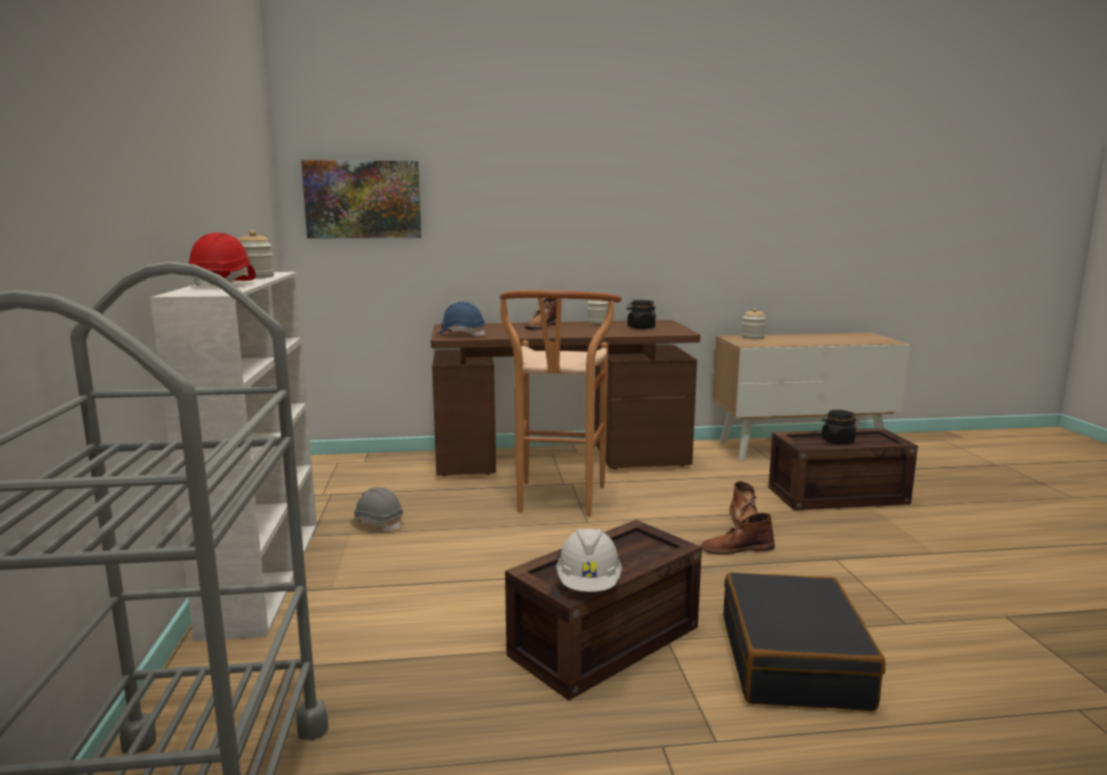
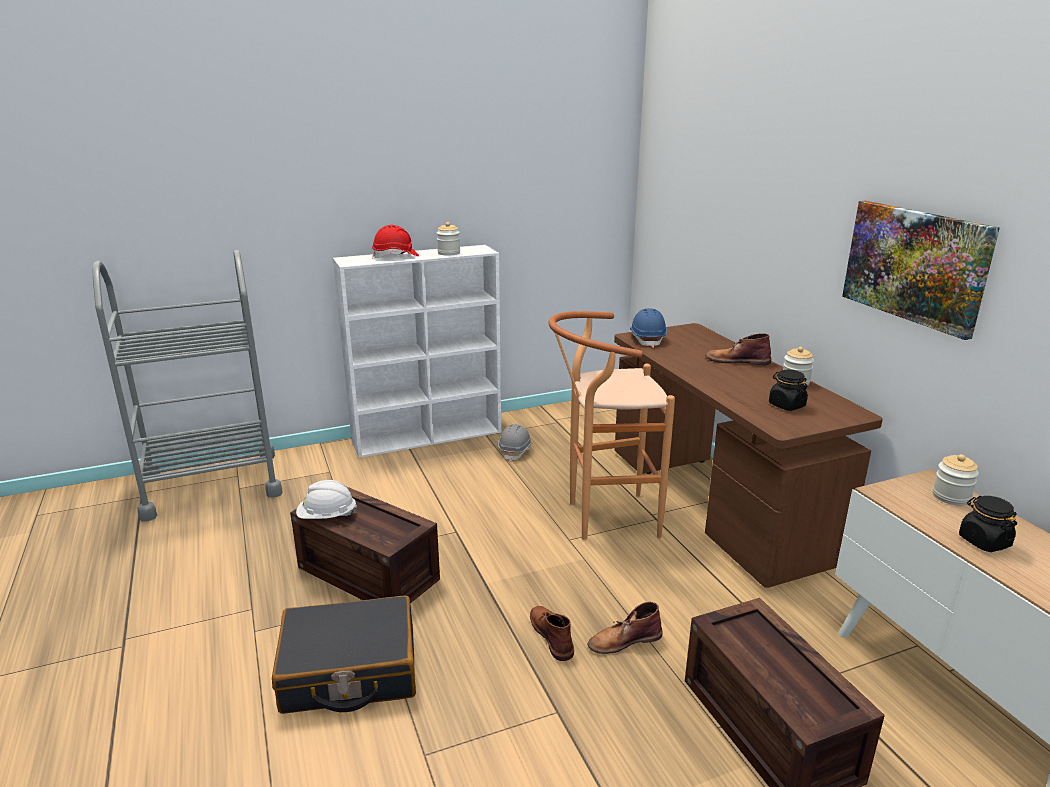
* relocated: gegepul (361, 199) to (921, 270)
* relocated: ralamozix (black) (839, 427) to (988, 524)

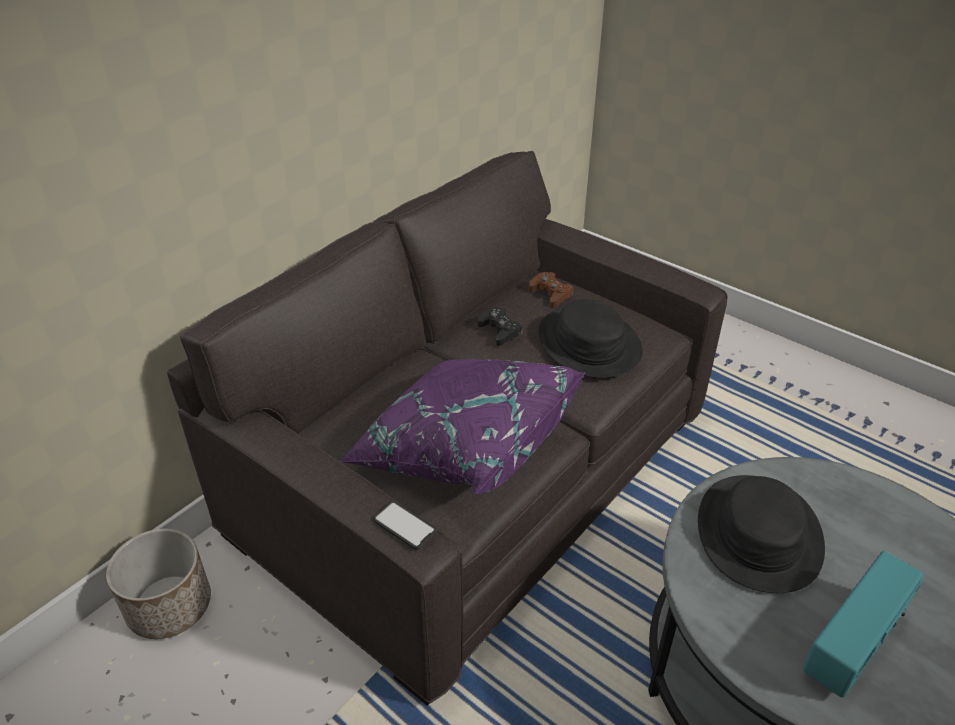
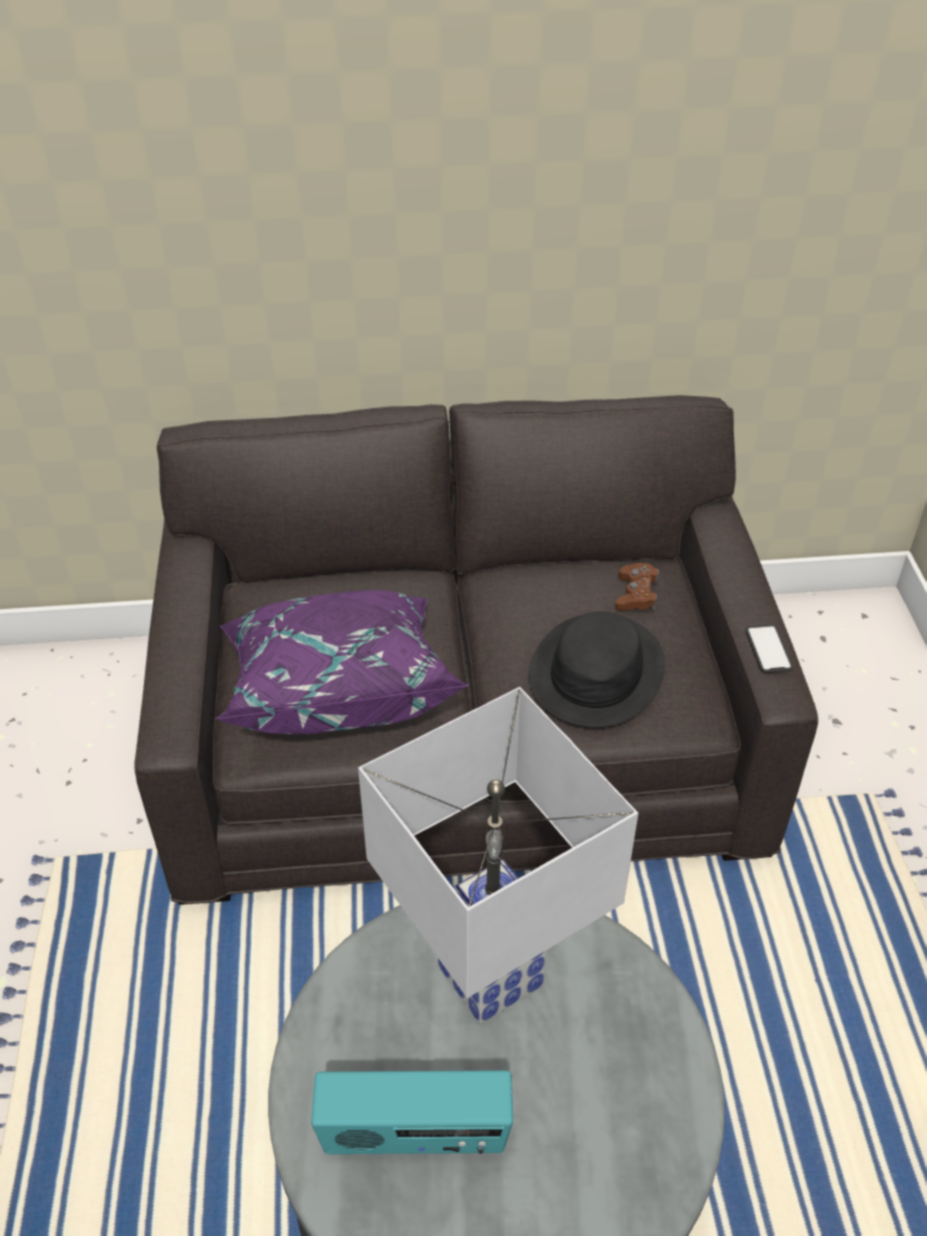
* missing: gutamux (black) (500, 326)
* exchanged: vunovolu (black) (761, 534) to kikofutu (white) (498, 855)
* relocated: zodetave (405, 525) to (769, 648)
* missing: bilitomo (158, 584)

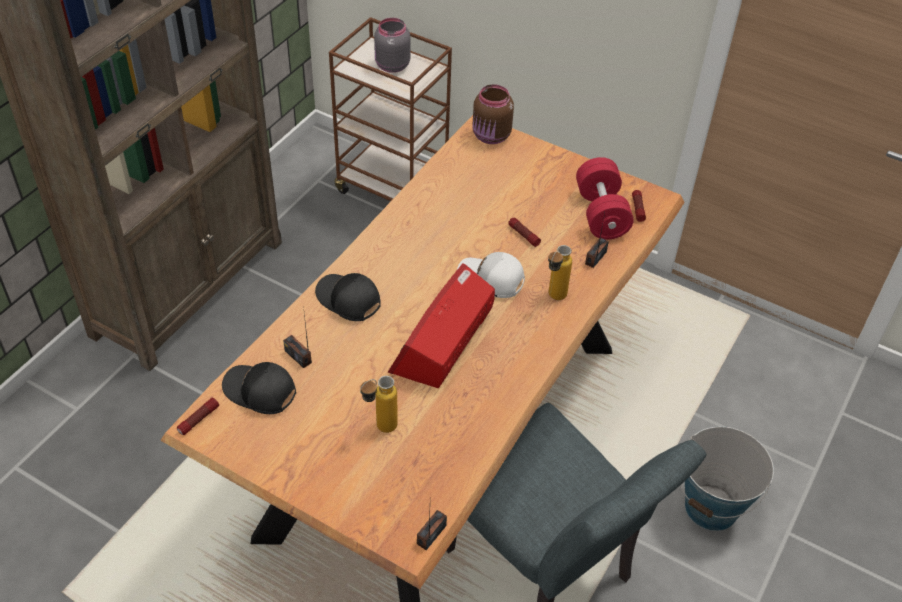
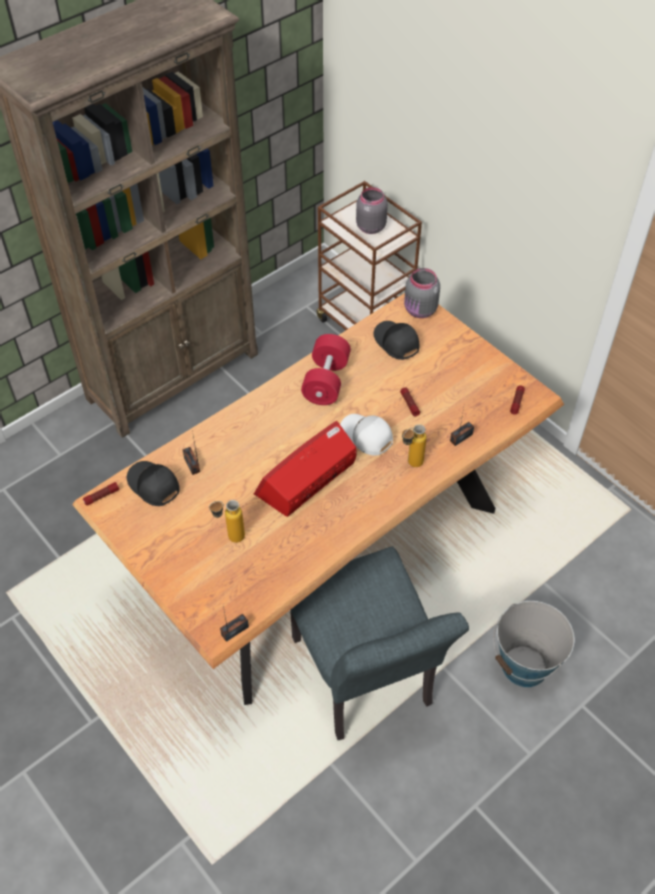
* colour: ralamozix (brown) (493, 114) to ralamozix (grey) (422, 293)
* relocated: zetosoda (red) (605, 198) to (326, 369)
* relocated: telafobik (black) (348, 297) to (396, 340)

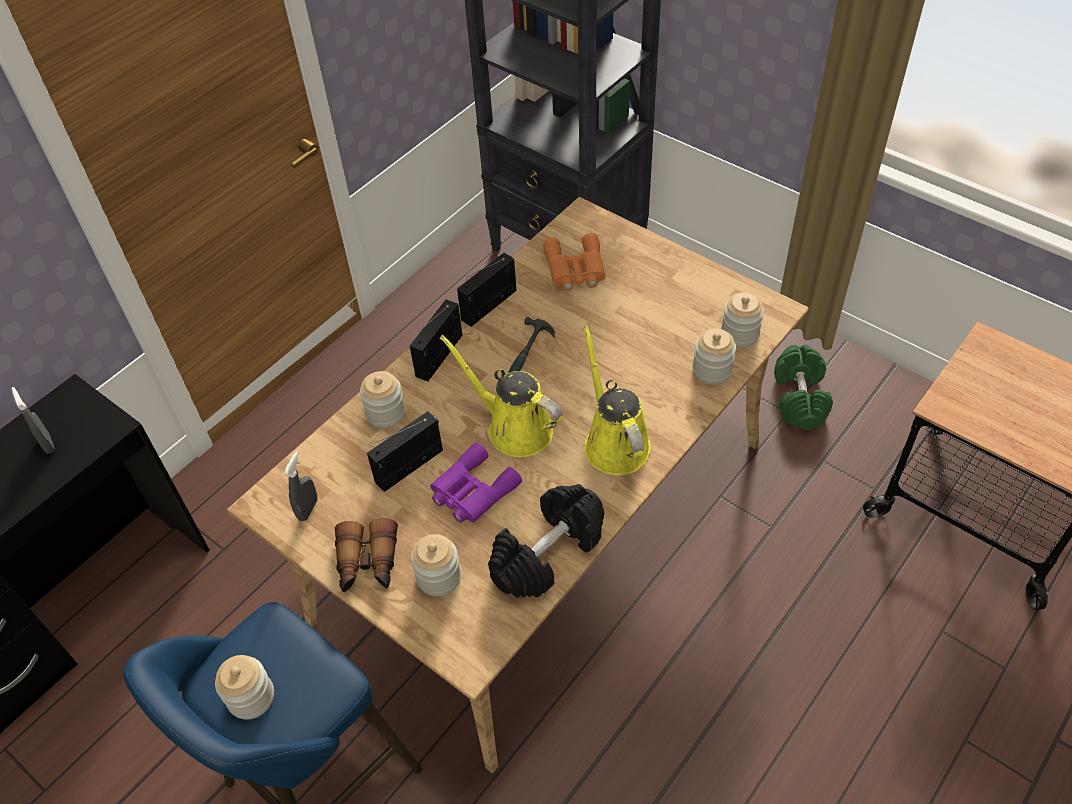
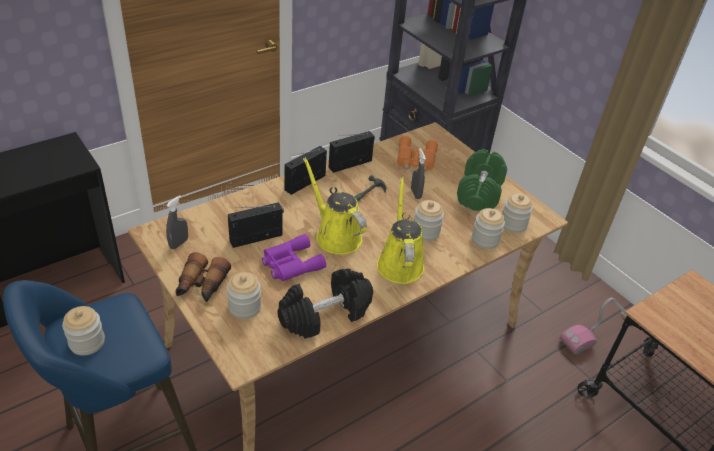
* relocated: zetosoda (green) (803, 387) to (482, 180)
* relocated: ralamozix (383, 399) to (429, 220)
* relocated: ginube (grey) (33, 420) to (418, 173)
* appeared: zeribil (593, 326)

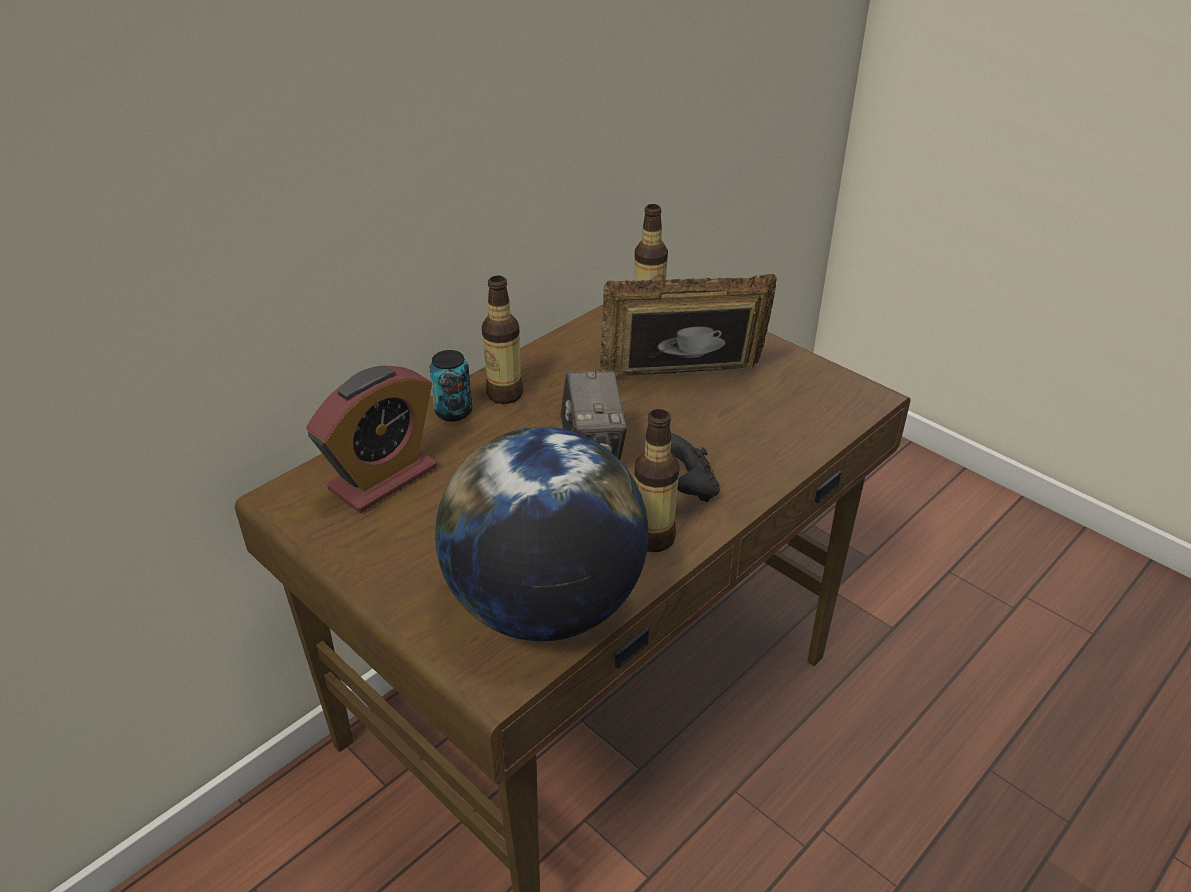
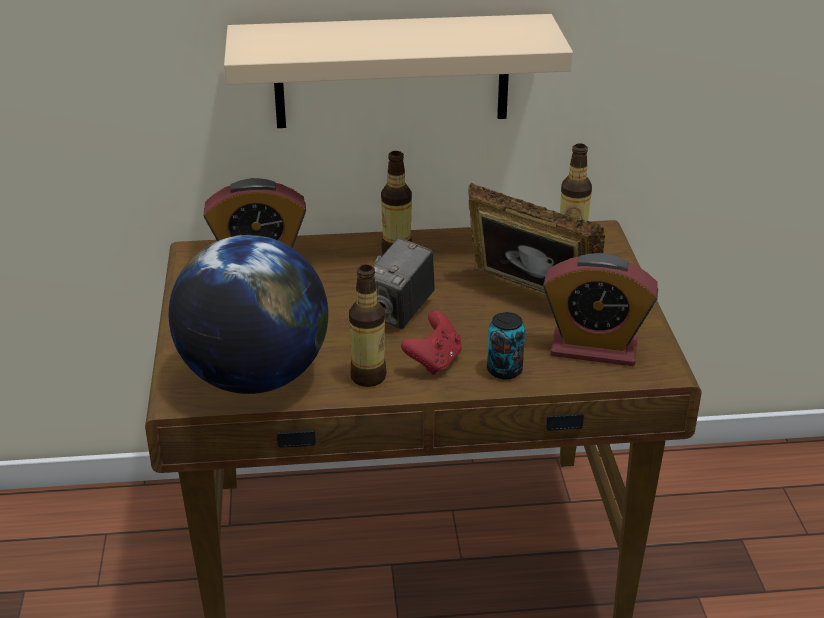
* relocated: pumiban (450, 385) to (506, 345)
* colour: gutamux (black) (695, 467) to gutamux (red) (431, 343)
* appeared: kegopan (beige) (398, 71)
* appeared: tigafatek (600, 309)

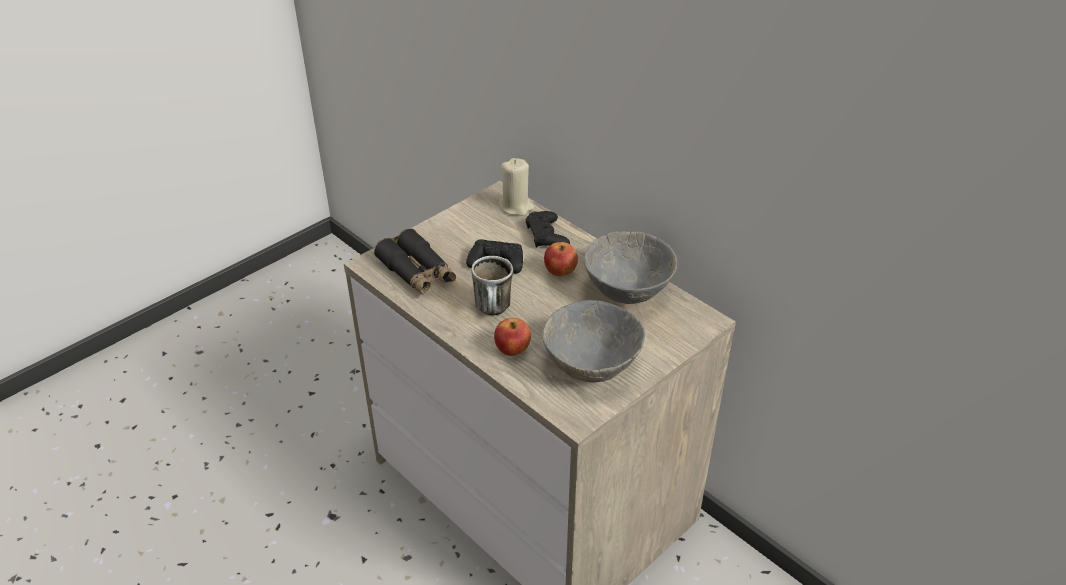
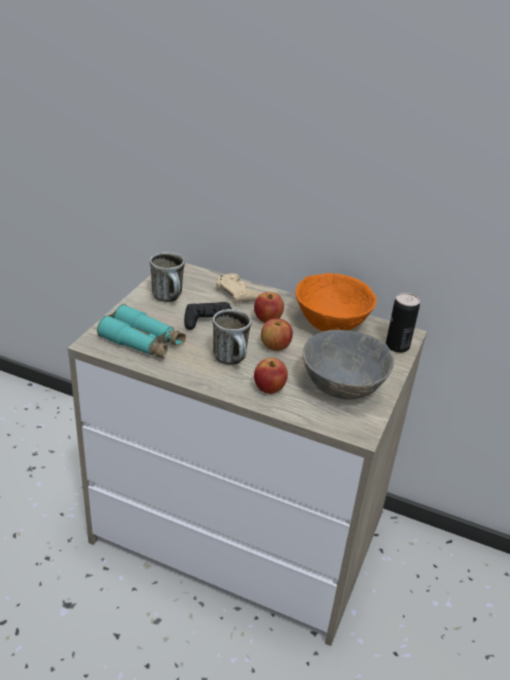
* missing: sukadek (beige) (516, 187)
* colour: gutamux (black) (548, 229) to gutamux (beige) (239, 288)
* colour: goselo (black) (415, 261) to goselo (turquoise) (141, 331)
* colour: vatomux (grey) (630, 267) to vatomux (orange) (336, 302)
* appeared: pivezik (167, 277)
* appeared: pumiban (403, 323)
* appeared: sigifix (277, 334)

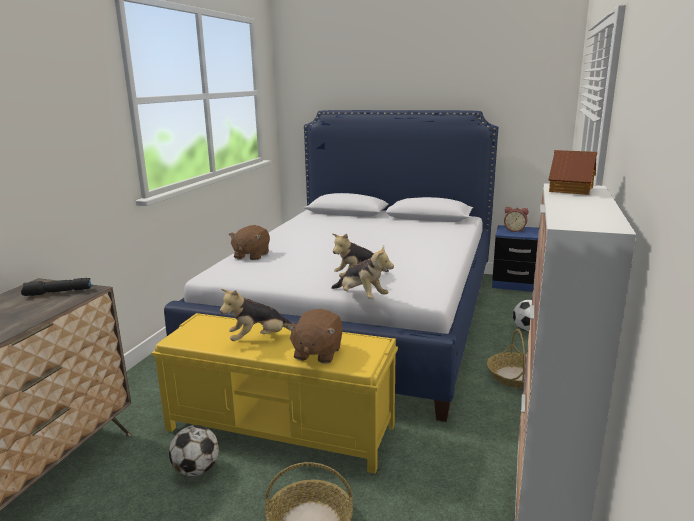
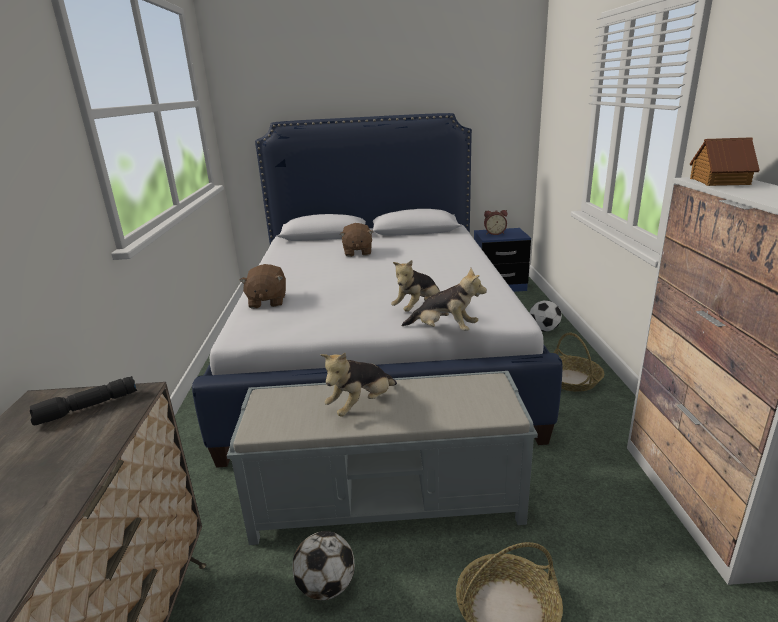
* relocated: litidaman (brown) (315, 336) to (356, 240)
* colour: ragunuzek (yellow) (275, 393) to ragunuzek (grey) (382, 458)

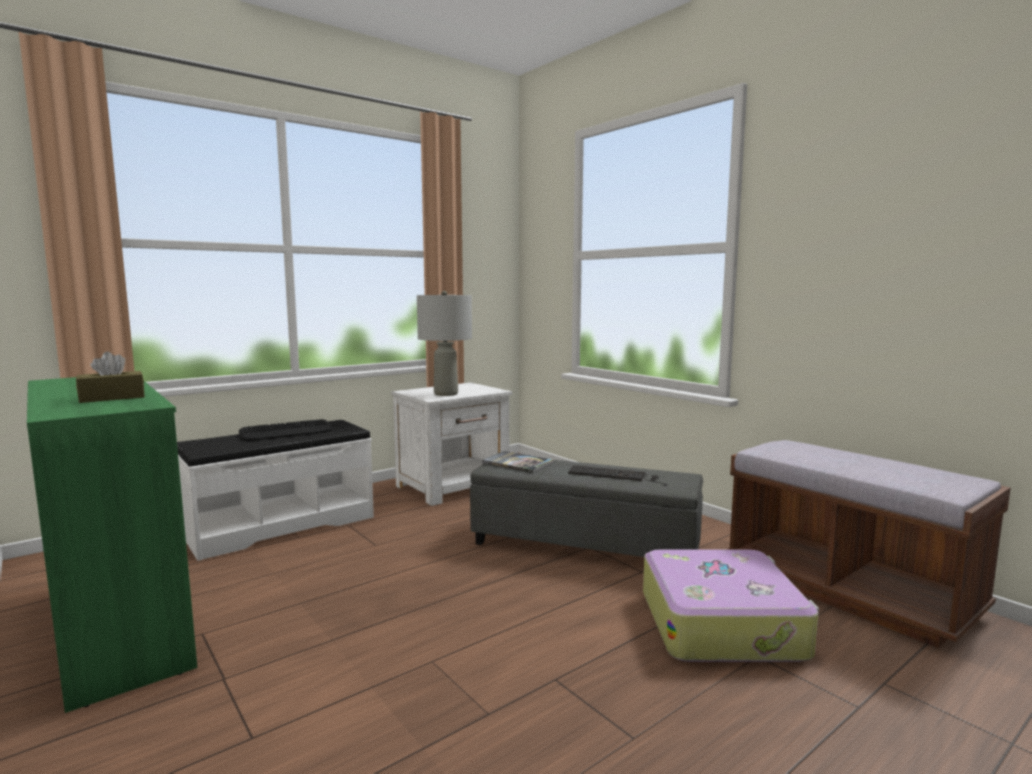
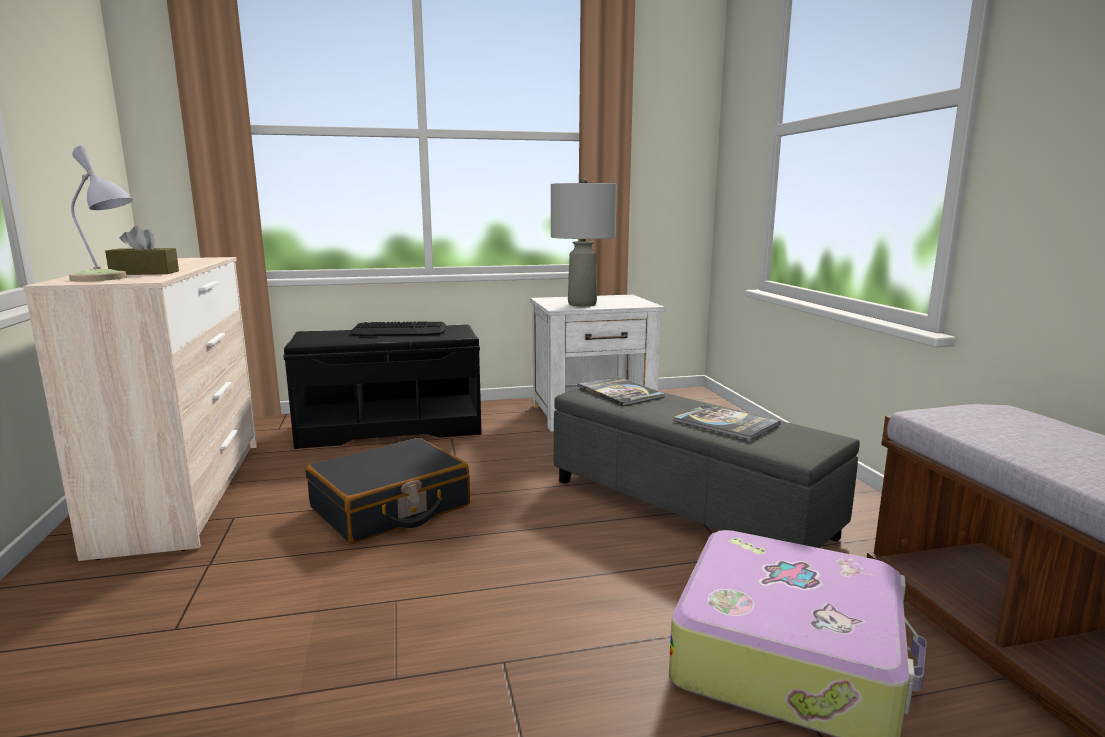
* colour: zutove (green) (112, 545) to zutove (beige) (140, 409)
* colour: ragunuzek (white) (275, 490) to ragunuzek (black) (383, 386)
* exchanged: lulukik (617, 475) to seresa (727, 422)
* appeared: kikofutu (101, 213)
* appeared: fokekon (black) (388, 491)

